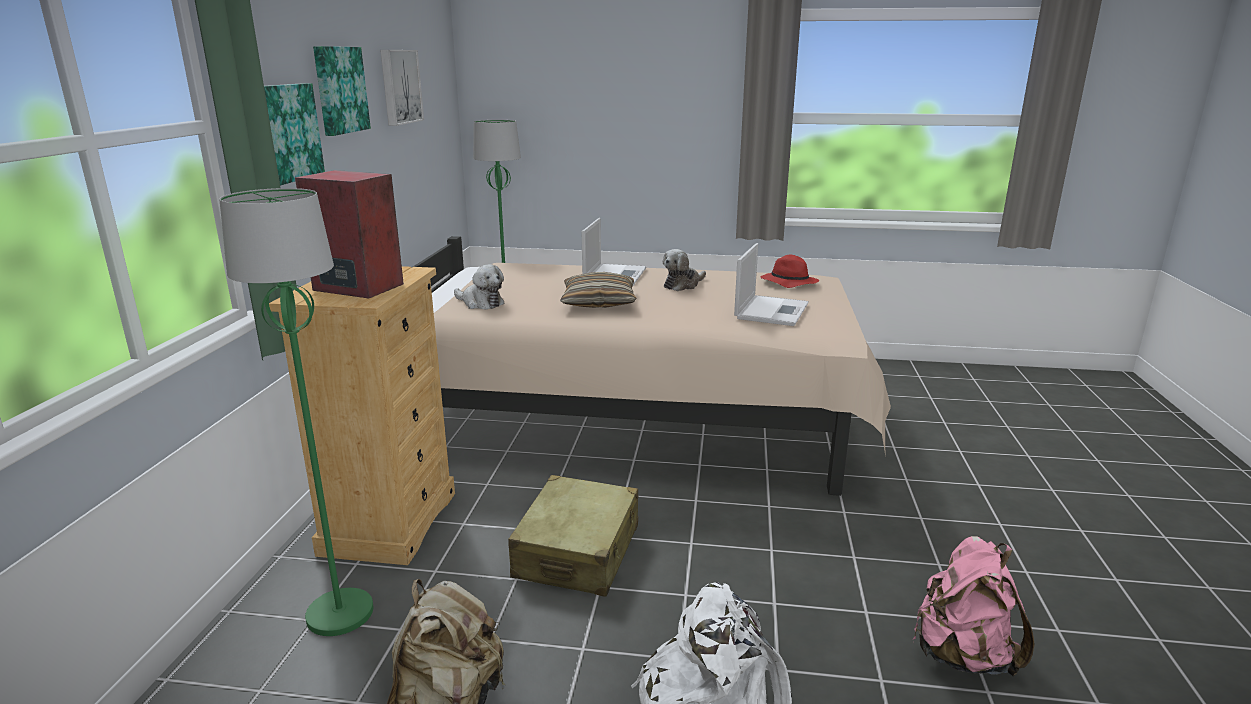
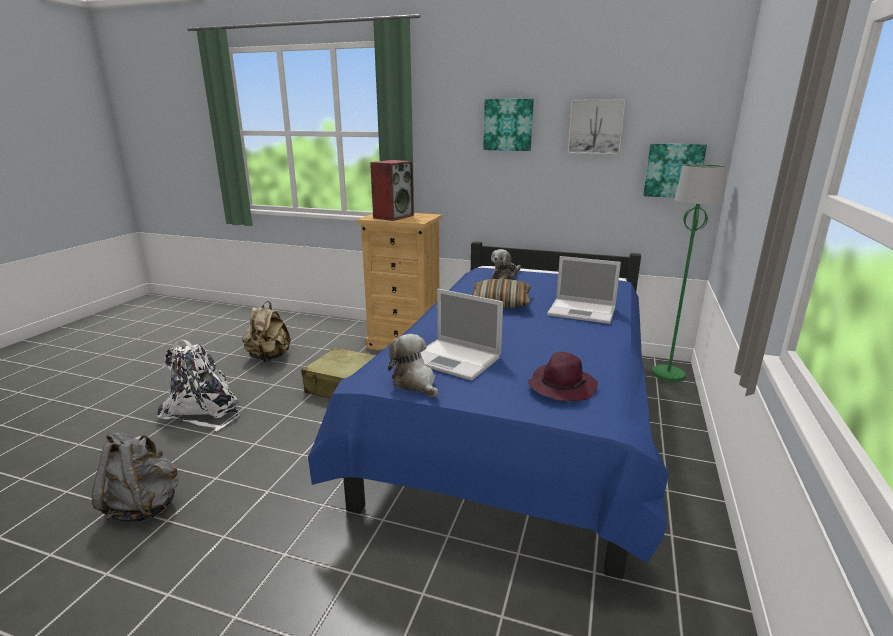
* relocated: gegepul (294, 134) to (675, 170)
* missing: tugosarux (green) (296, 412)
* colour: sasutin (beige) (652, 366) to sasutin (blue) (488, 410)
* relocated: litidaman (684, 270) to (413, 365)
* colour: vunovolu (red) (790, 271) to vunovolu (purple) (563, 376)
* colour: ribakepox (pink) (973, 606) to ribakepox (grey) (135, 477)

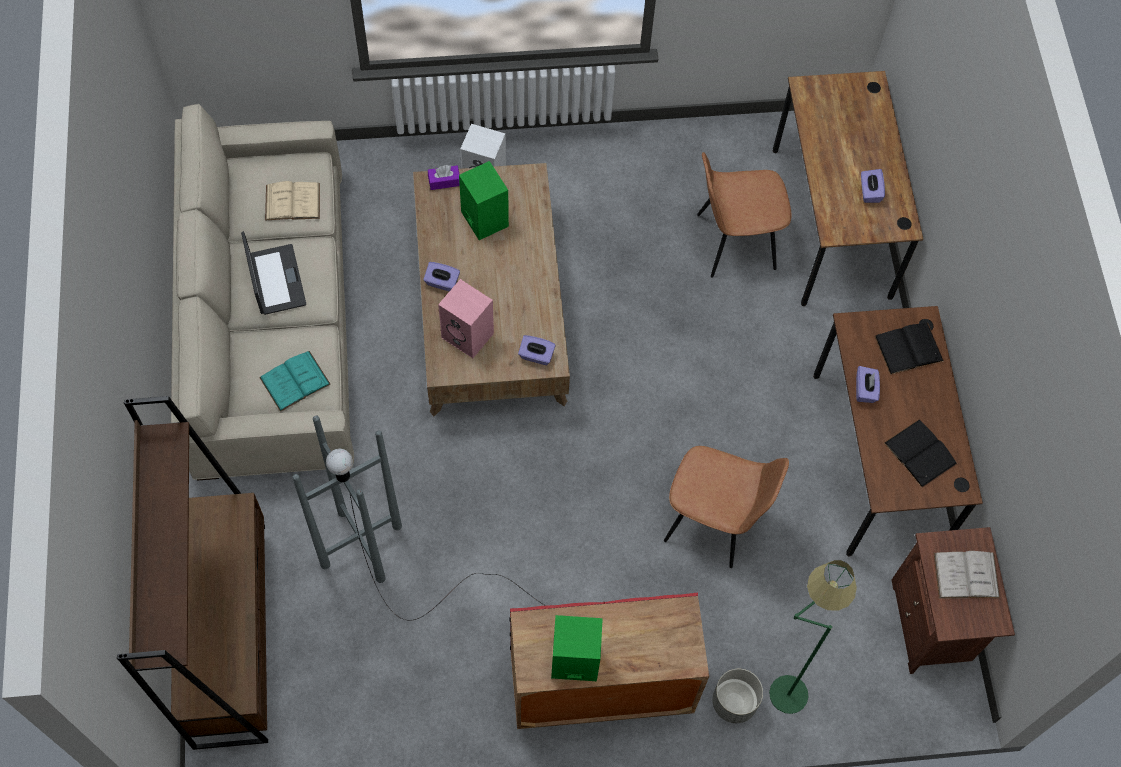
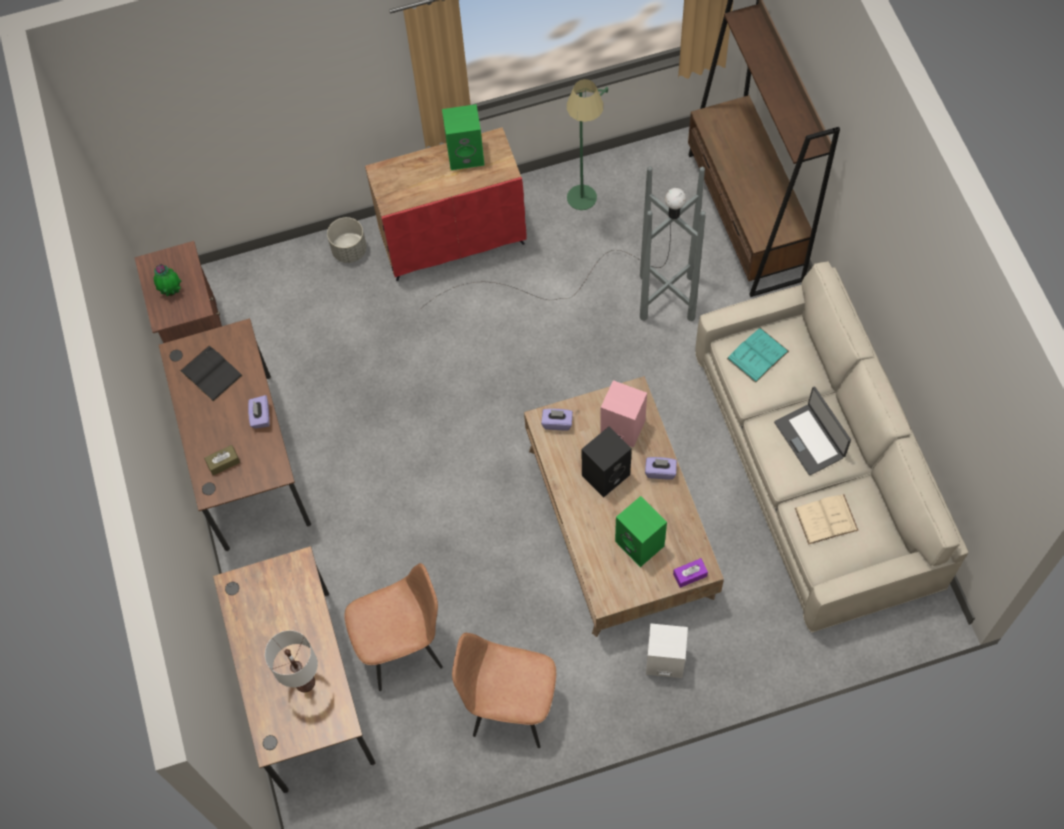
* missing: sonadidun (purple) (873, 186)
* exchanged: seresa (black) (909, 349) to sonadidun (brown) (222, 460)
* relocated: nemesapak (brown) (726, 507) to (504, 690)
* exchanged: seresa (white) (967, 574) to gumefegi (168, 280)
* relocated: tugosarux (green) (813, 637) to (587, 144)
* appeared: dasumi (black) (606, 462)
* appeared: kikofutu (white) (291, 661)

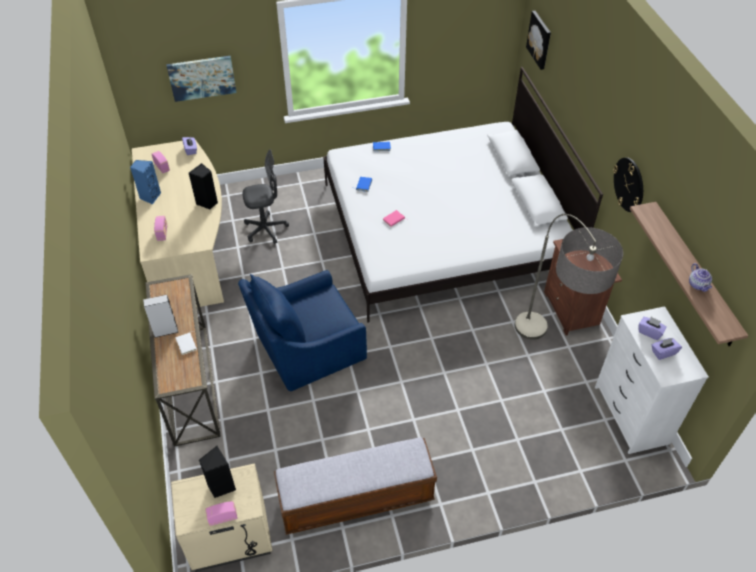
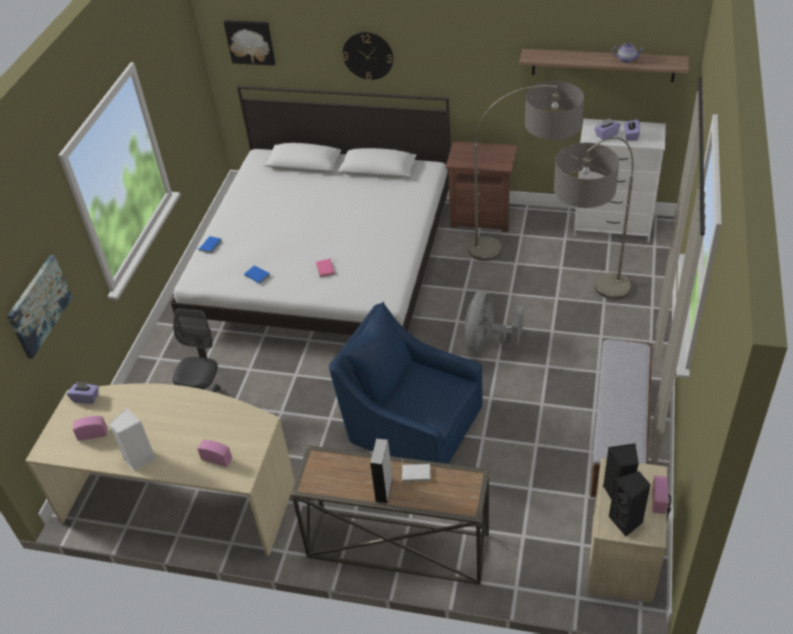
* relocated: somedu (628, 184) to (367, 56)
* colour: dasumi (blue) (145, 182) to dasumi (white) (132, 439)
* relocated: dasumi (black) (203, 186) to (630, 504)
* spun: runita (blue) (302, 330) = (406, 382) 120 degrees clockwise
* appeared: tugosarux (593, 218)
* appeared: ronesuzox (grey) (494, 321)

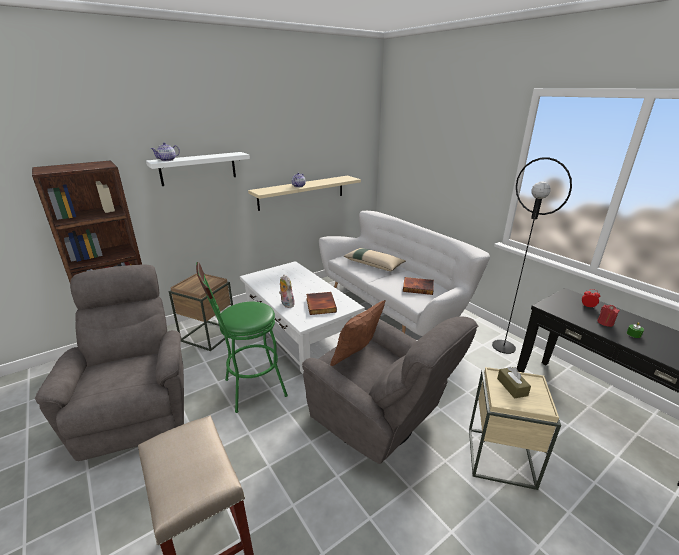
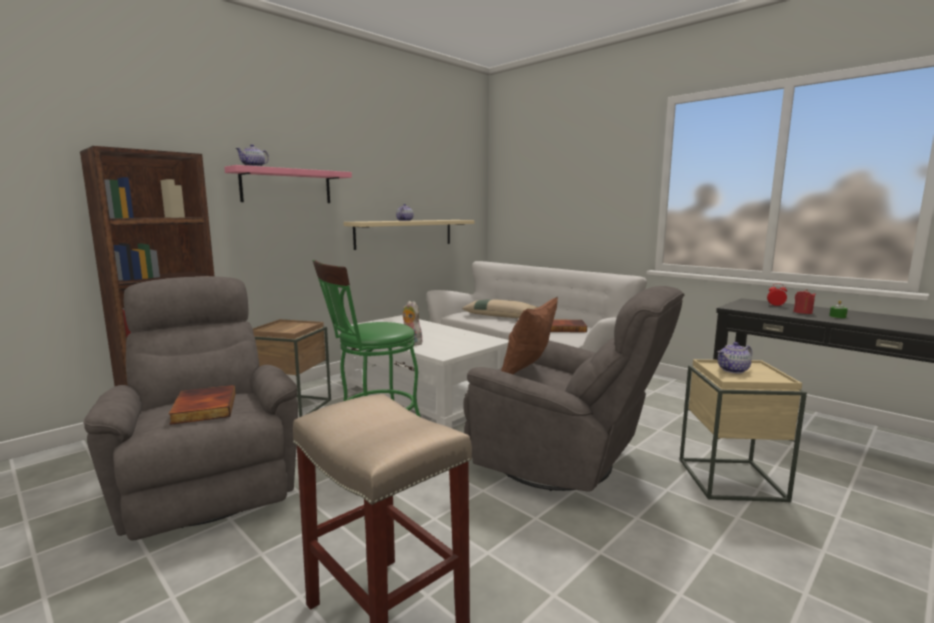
* colour: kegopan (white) (198, 169) to kegopan (pink) (288, 184)
* missing: tugosarux (black) (532, 255)
* relocated: seresa (321, 303) to (202, 405)
* exchanged: sonadidun (brown) (514, 383) to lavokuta (734, 357)

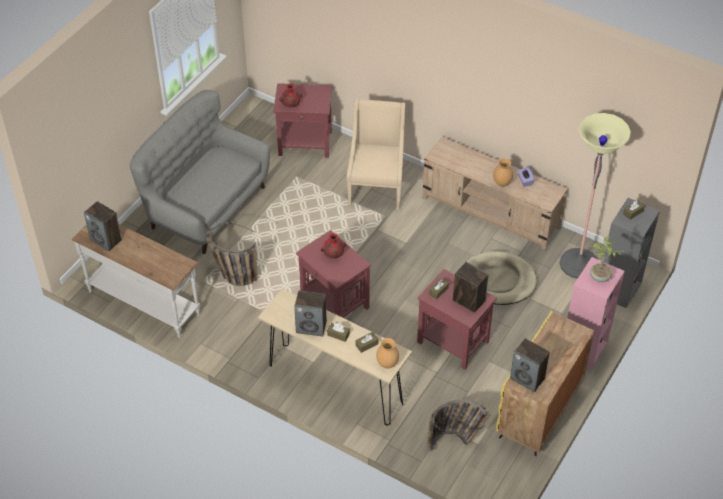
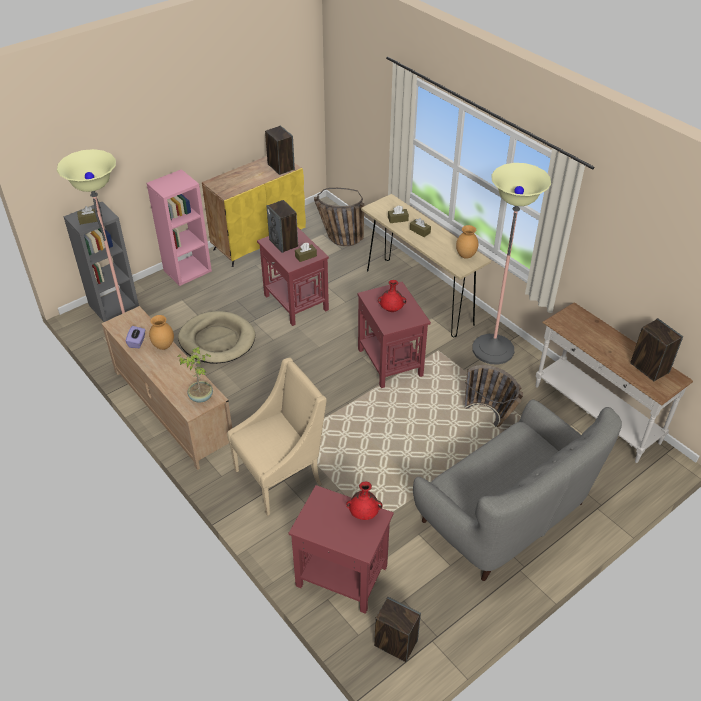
* spun: runita (beige) (376, 154) = (276, 437) 150 degrees counterclockwise
* relocated: gumefegi (607, 259) to (195, 374)
* relocated: dasumi (310, 313) to (397, 629)
* relocated: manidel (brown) (387, 353) to (467, 242)
* appeared: tugosarux (511, 264)

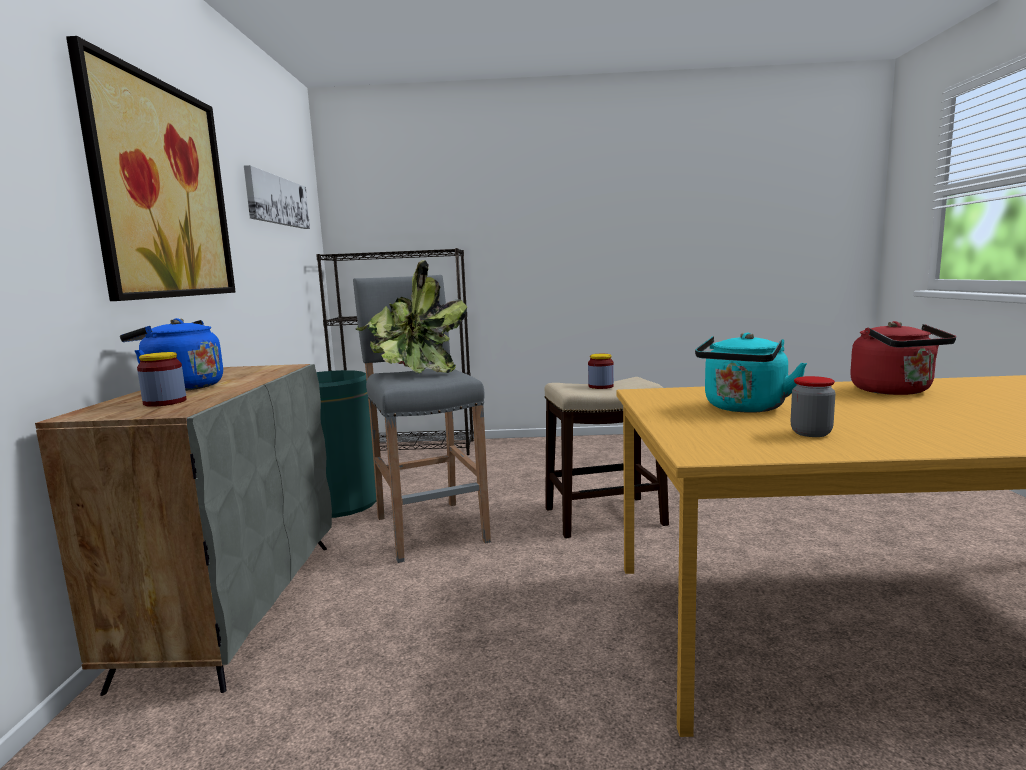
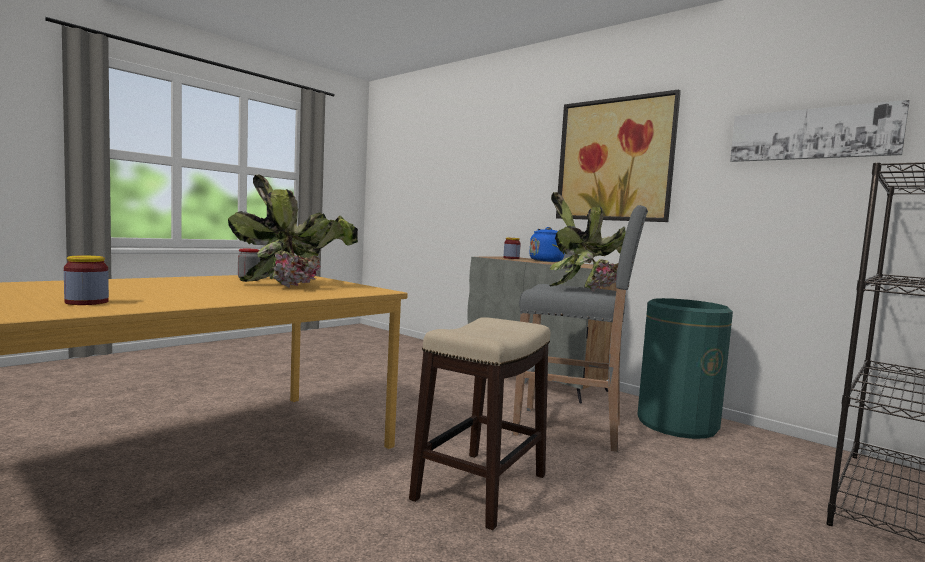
* missing: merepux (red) (903, 358)
* exchanged: merepux (turquoise) (751, 373) to gumefegi (293, 231)
* relocated: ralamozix (601, 371) to (86, 280)

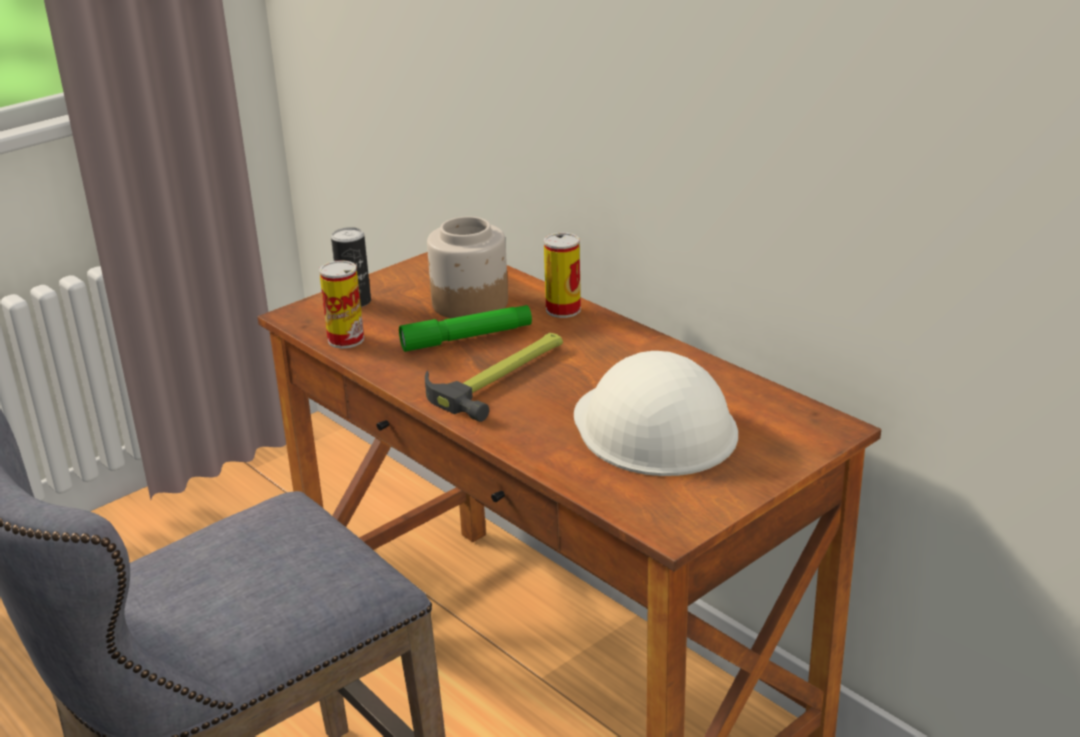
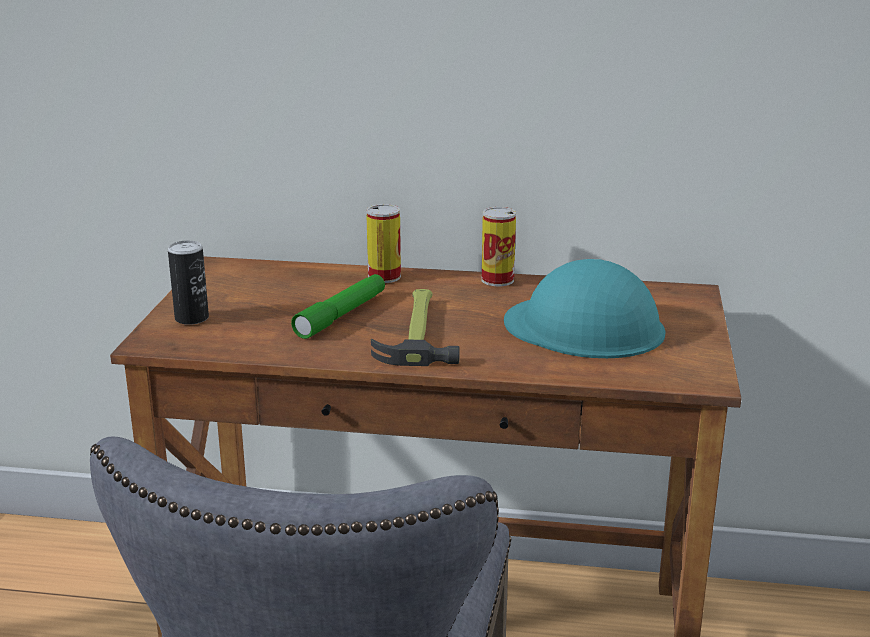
* missing: ralamozix (467, 267)
* relocated: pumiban (341, 304) to (499, 246)
* colour: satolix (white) (656, 413) to satolix (turquoise) (585, 308)

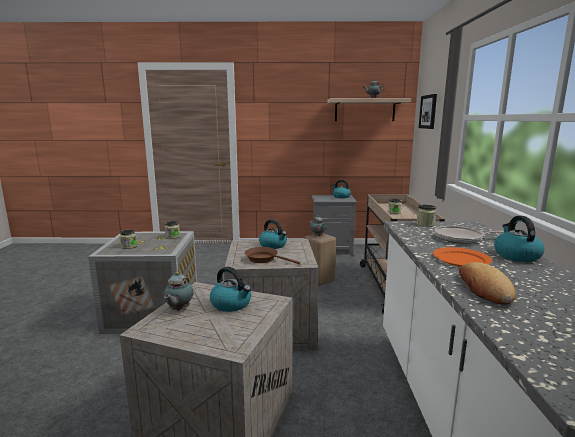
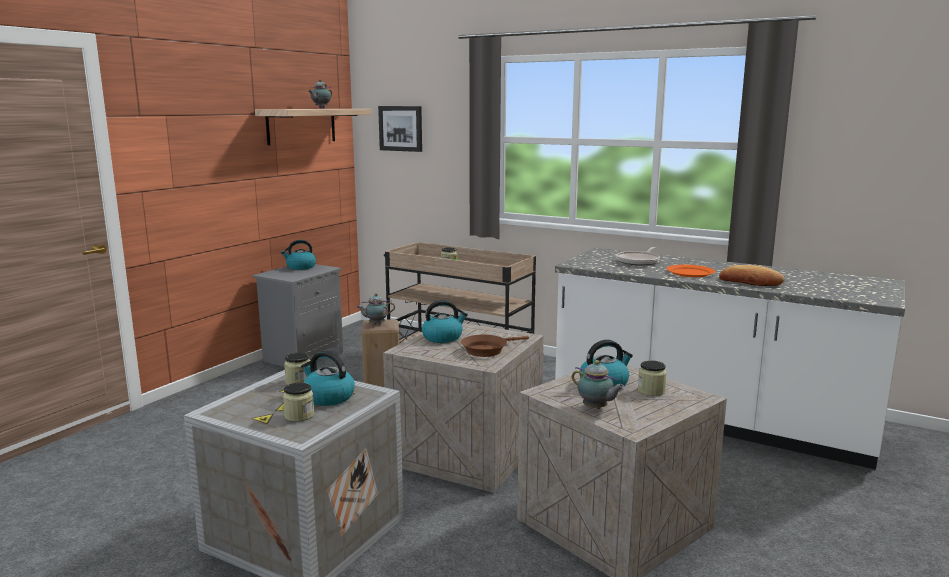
* relocated: ralamozix (426, 216) to (652, 378)
* relocated: merepux (519, 239) to (328, 378)

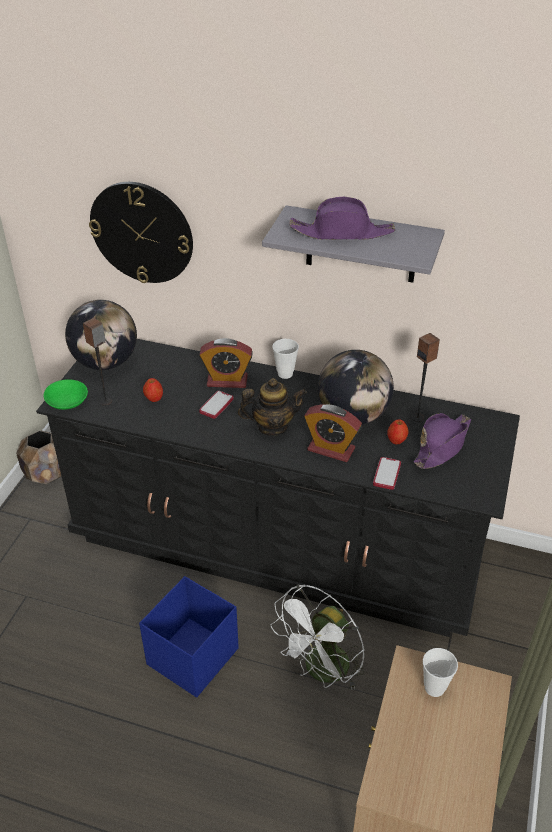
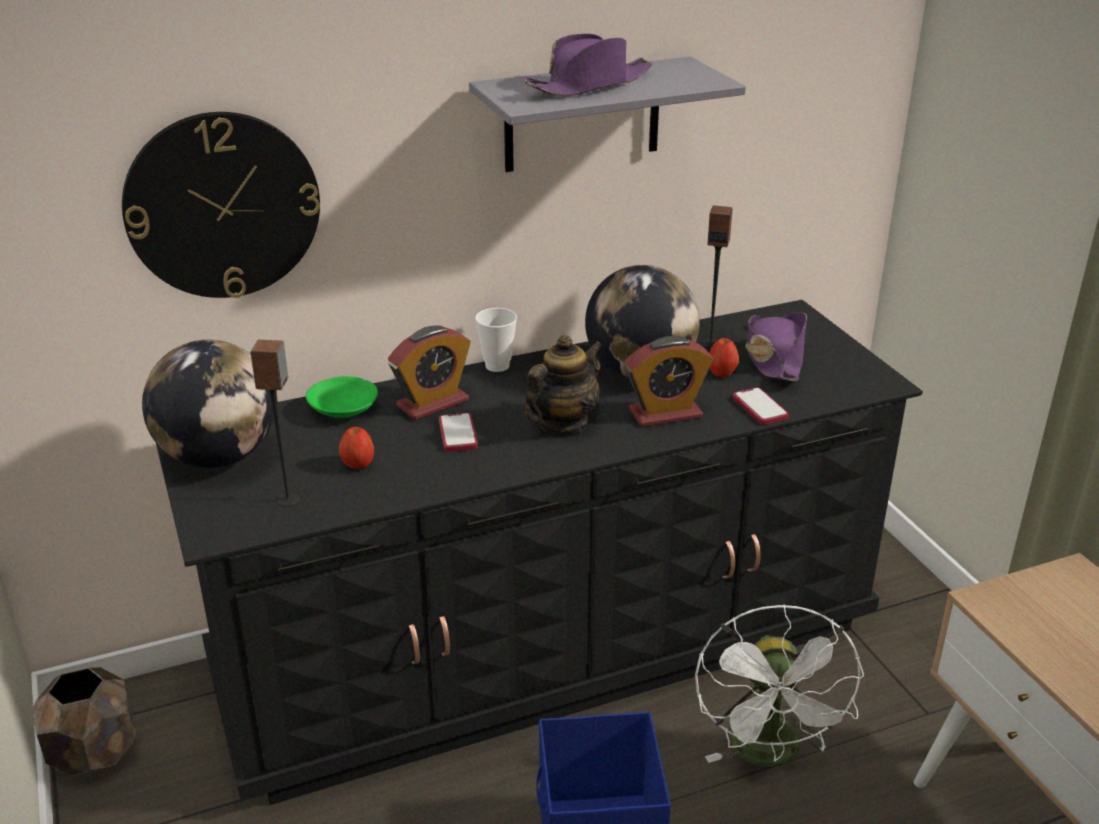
* relocated: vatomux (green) (66, 394) to (342, 397)
* missing: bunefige (440, 672)

